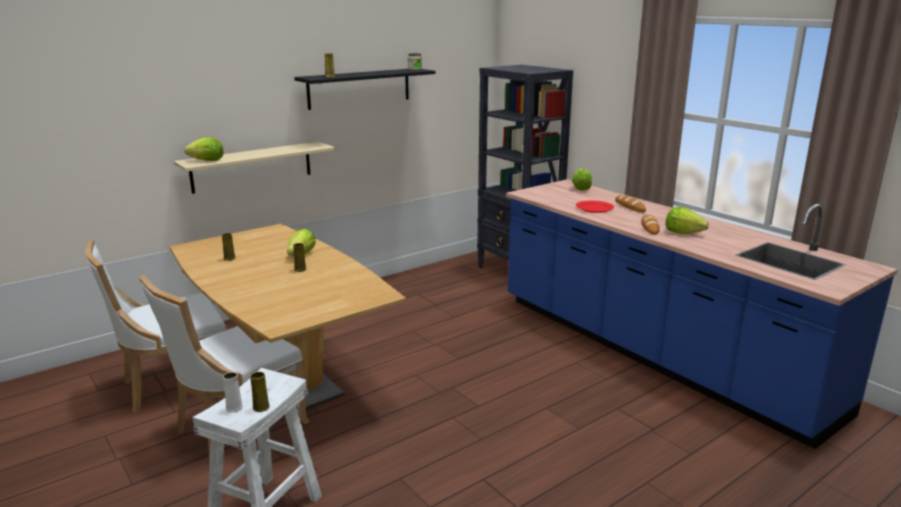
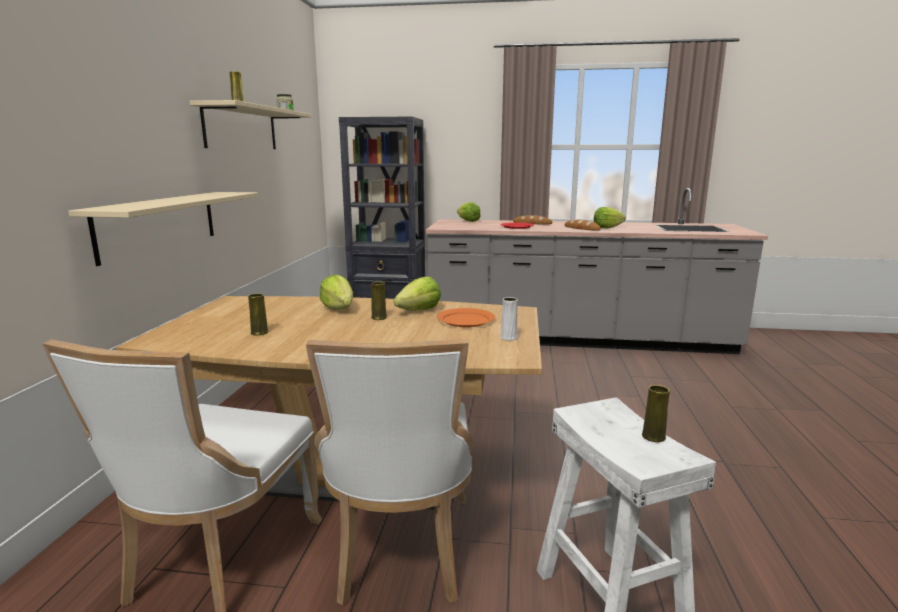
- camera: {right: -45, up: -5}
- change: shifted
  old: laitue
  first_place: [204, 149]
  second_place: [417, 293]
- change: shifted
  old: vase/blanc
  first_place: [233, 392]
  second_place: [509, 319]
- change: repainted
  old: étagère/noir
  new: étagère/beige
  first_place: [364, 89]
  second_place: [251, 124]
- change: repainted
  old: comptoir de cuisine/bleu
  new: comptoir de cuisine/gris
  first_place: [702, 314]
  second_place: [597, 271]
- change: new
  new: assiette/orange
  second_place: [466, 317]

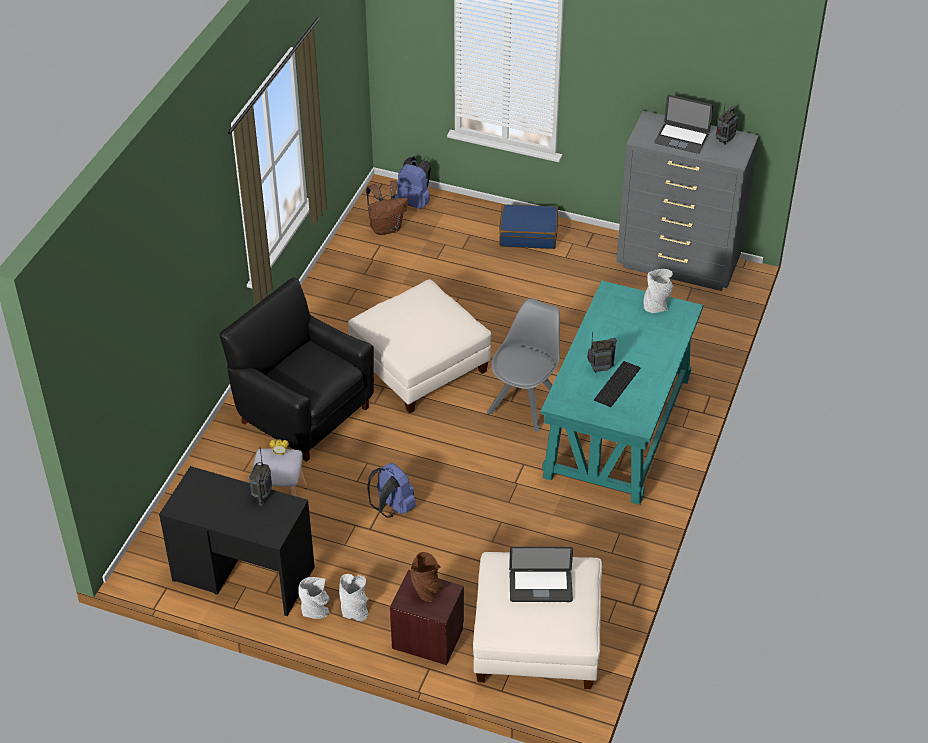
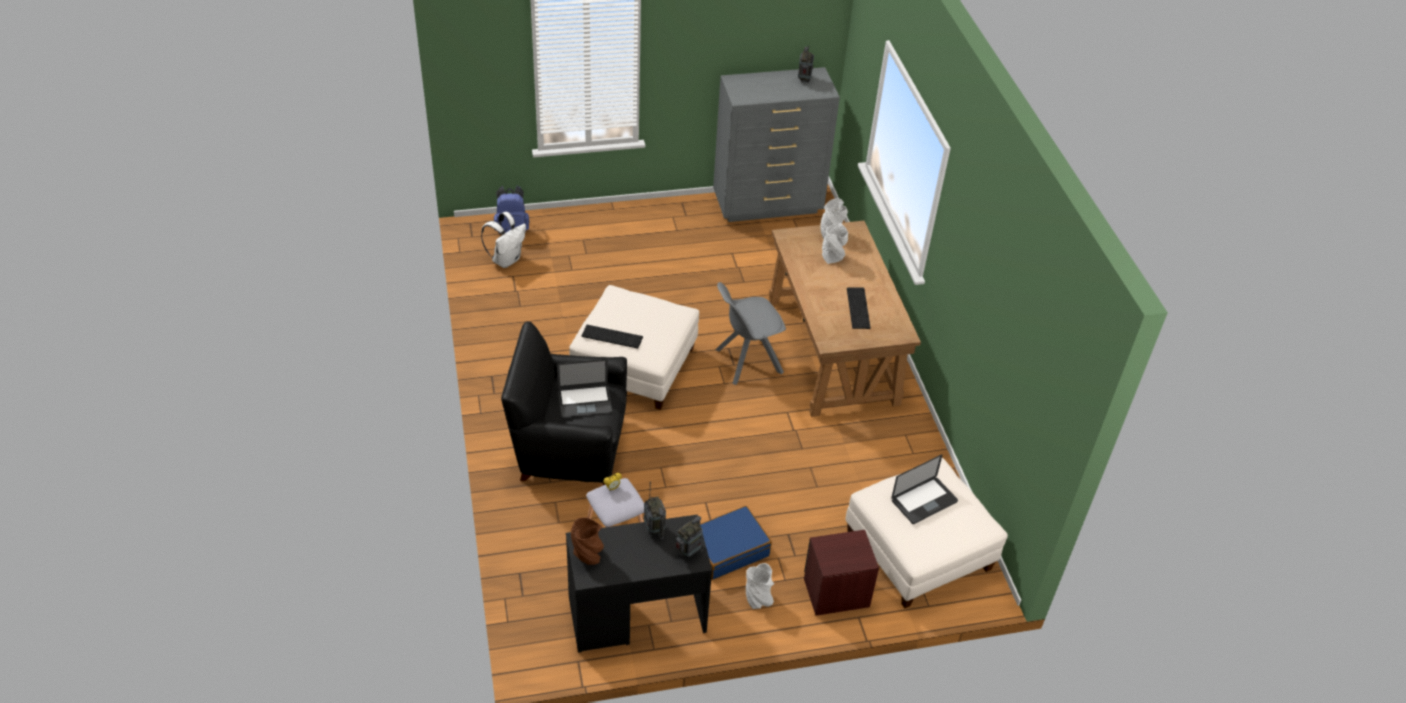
- camera: {right: -35, up: 0}
- change: shifted
  old: vase/gris
  first_place: [314, 598]
  second_place: [835, 243]
- change: repainted
  old: sac à dos/marron
  new: sac à dos/blanc
  first_place: [387, 207]
  second_place: [503, 240]
- change: gone
  old: sac à dos/bleu
  first_place: [391, 490]
- change: shifted
  old: vase/marron
  first_place: [427, 577]
  second_place: [587, 541]
- change: rotated
  old: chaise/gris
  first_place: [523, 365]
  second_place: [750, 333]
  degrees: -105
- change: shifted
  old: valise/bleu
  first_place: [528, 226]
  second_place: [736, 543]
- change: repainted
  old: bureau/turquoise
  new: bureau/marron
  first_place: [622, 393]
  second_place: [845, 319]
- change: shifted
  old: radio
  first_place: [601, 352]
  second_place: [689, 537]
- change: shifted
  old: ordinateur portable
  first_place: [683, 124]
  second_place: [584, 388]
- change: new
  new: clavier
  second_place: [612, 337]

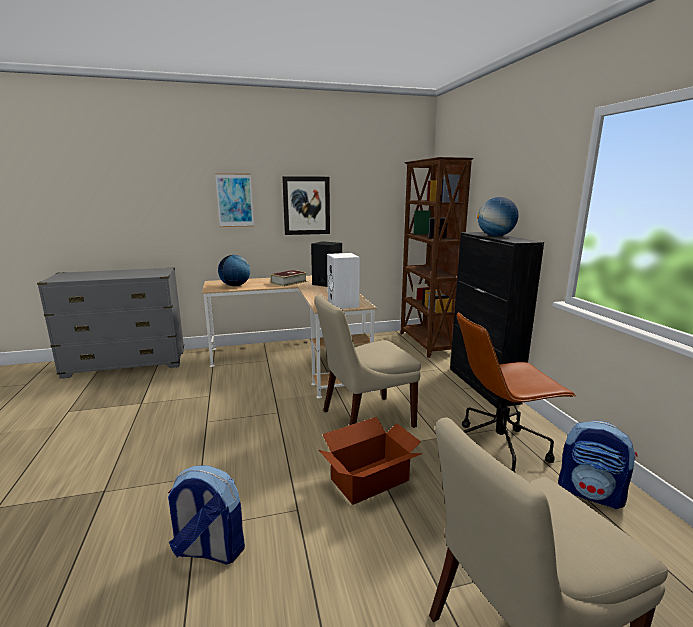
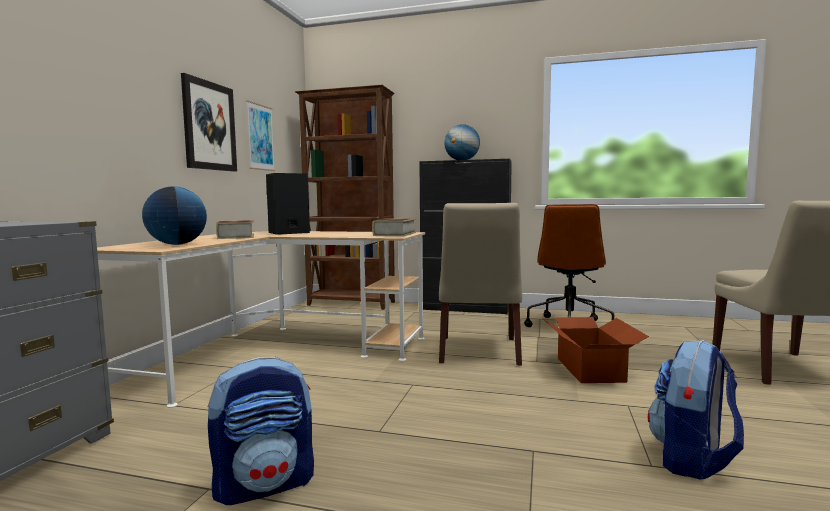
- camera: {right: -60, up: -10}
- change: shifted
  old: tableau
  first_place: [234, 200]
  second_place: [260, 136]
- change: swapped
  old: enceinte/blanc
  new: livre
  first_place: [343, 281]
  second_place: [394, 227]
- change: shifted
  old: sac à dos
  first_place: [598, 464]
  second_place: [261, 430]

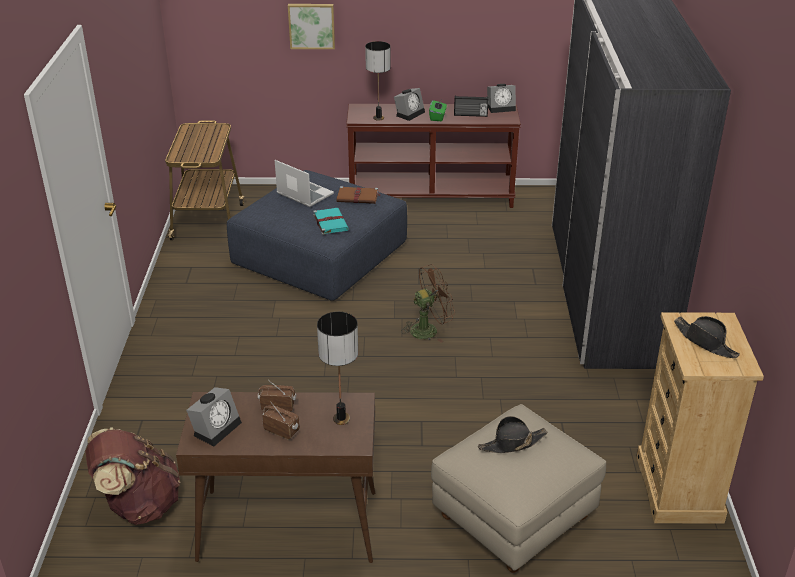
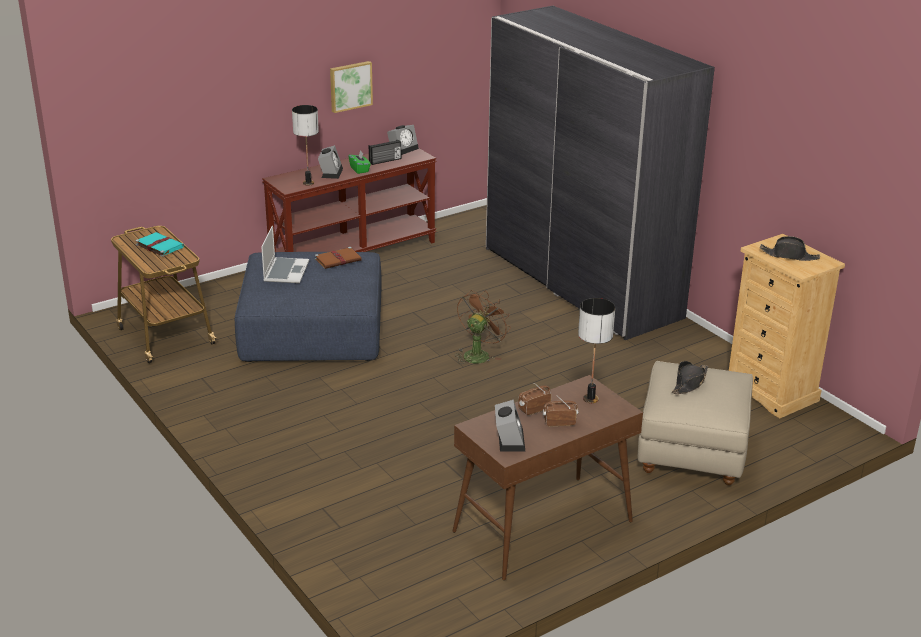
- camera: {right: -35, up: -5}
- change: gone
  old: sac à dos/marron
  first_place: [132, 476]
- change: rotated
  old: ordinateur portable
  first_place: [304, 183]
  second_place: [285, 254]
  degrees: 90
- change: shifted
  old: tableau
  first_place: [311, 26]
  second_place: [351, 87]
- change: shifted
  old: livre/turquoise
  first_place: [331, 221]
  second_place: [160, 244]

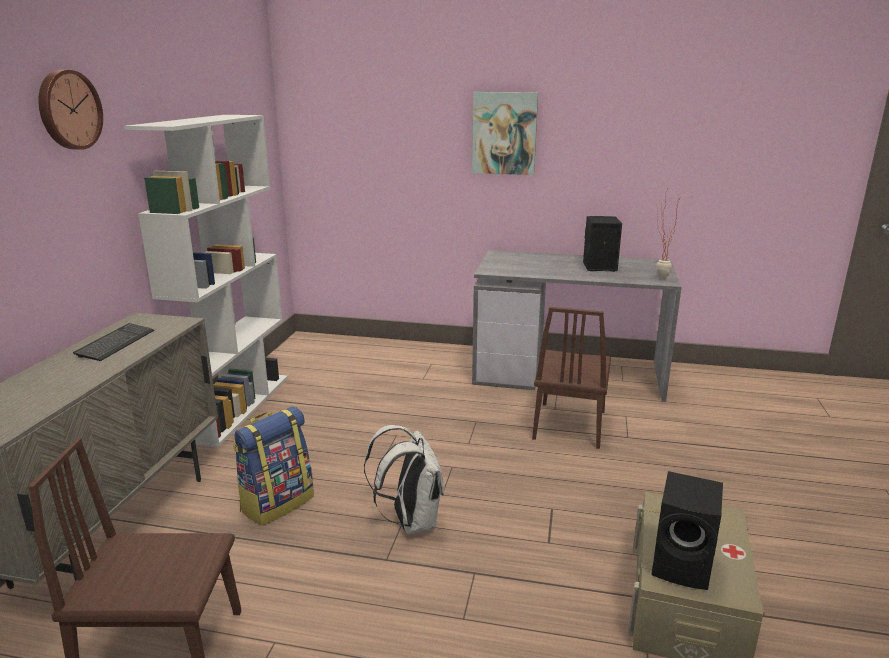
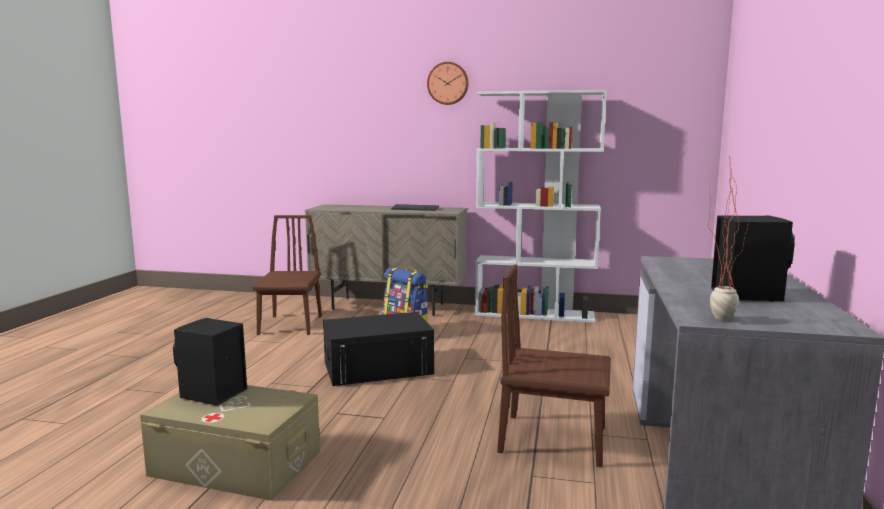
- camera: {right: 90, up: -10}
- change: swapped
  old: sac à dos/blanc
  new: boîte de rangement/noir
  first_place: [404, 479]
  second_place: [378, 349]
- change: gone
  old: tableau
  first_place: [505, 133]

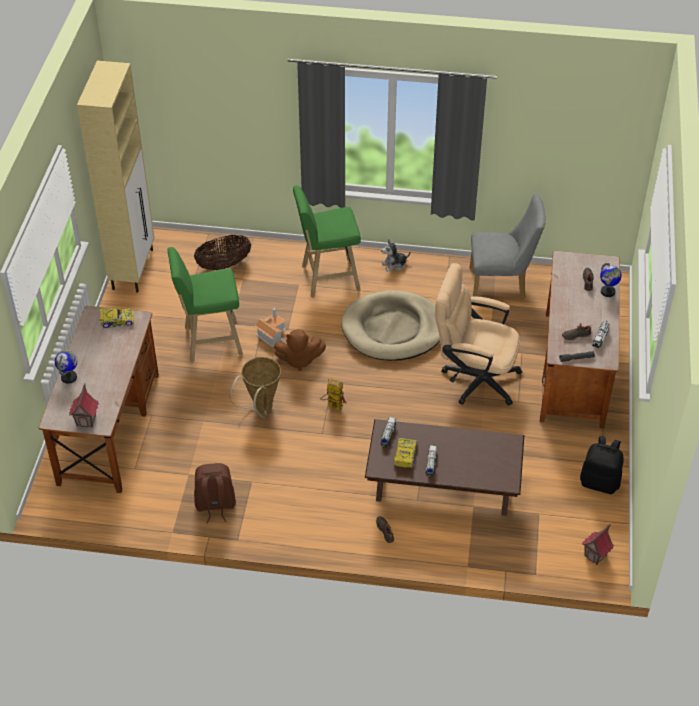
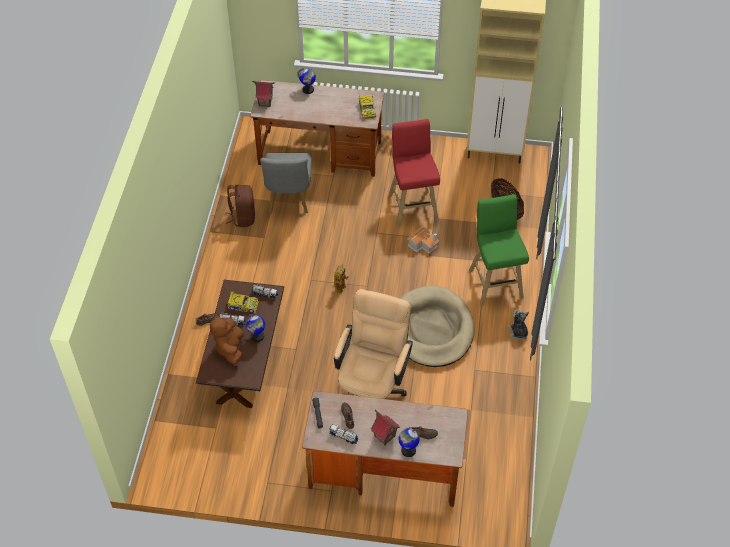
- camera: {right: 90, up: 5}
- change: repainted
  old: tabouret/vert
  new: tabouret/rouge
  first_place: [205, 304]
  second_place: [414, 173]
- change: gone
  old: panier
  first_place: [255, 387]
- change: shifted
  old: peluche/marron
  first_place: [300, 350]
  second_place: [227, 339]
- change: shifted
  old: chaise/gris
  first_place: [508, 246]
  second_place: [285, 183]
- change: gone
  old: sac à dos/noir
  first_place: [602, 465]
- change: shifted
  old: maison miniature
  first_place: [598, 544]
  second_place: [385, 427]
- change: new
  new: globe
  second_place: [255, 328]

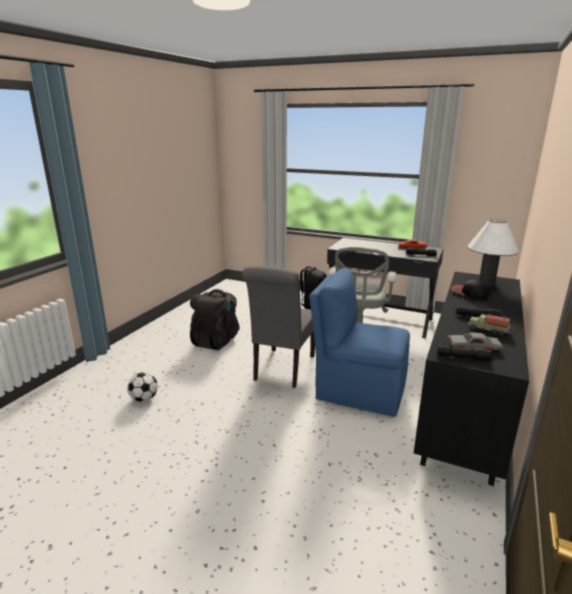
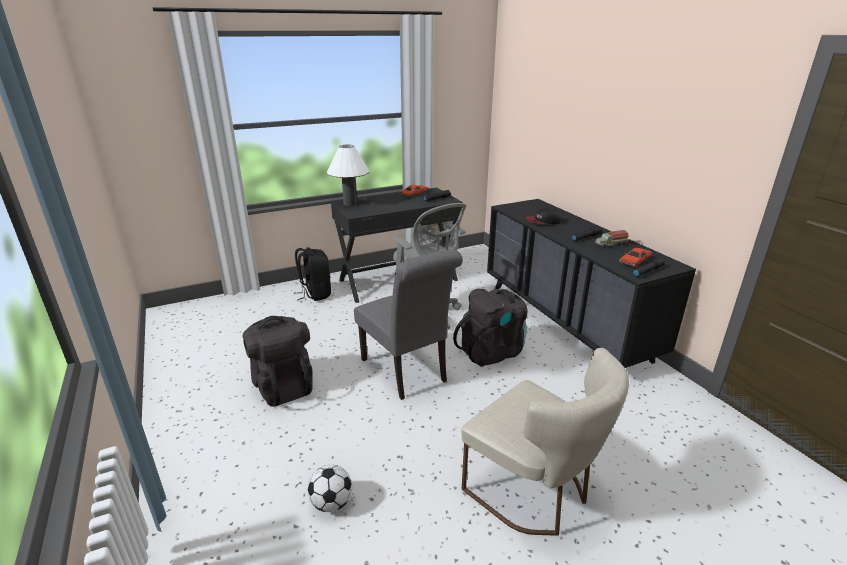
- camera: {right: -50, up: 5}
- change: swapped
  old: chaise/bleu
  new: sac à dos/noir
  first_place: [359, 342]
  second_place: [490, 328]
- change: repainted
  old: petite voiture/gris
  new: petite voiture/rouge
  first_place: [475, 342]
  second_place: [635, 258]
- change: shifted
  old: lampe de table/blanc
  first_place: [493, 252]
  second_place: [348, 175]
- change: new
  new: chaise/beige
  second_place: [545, 442]

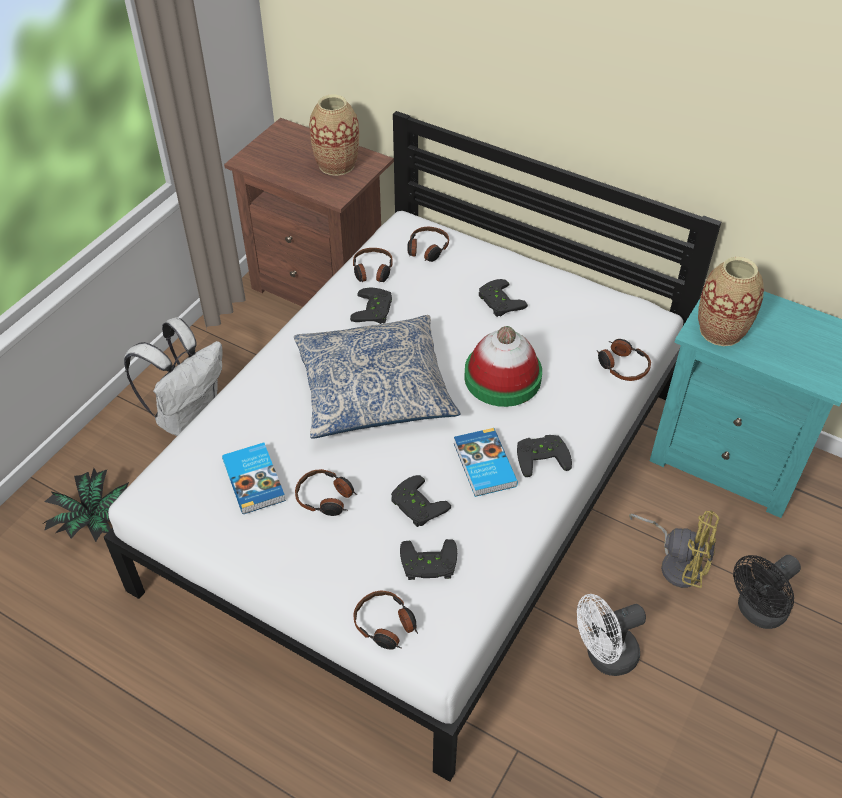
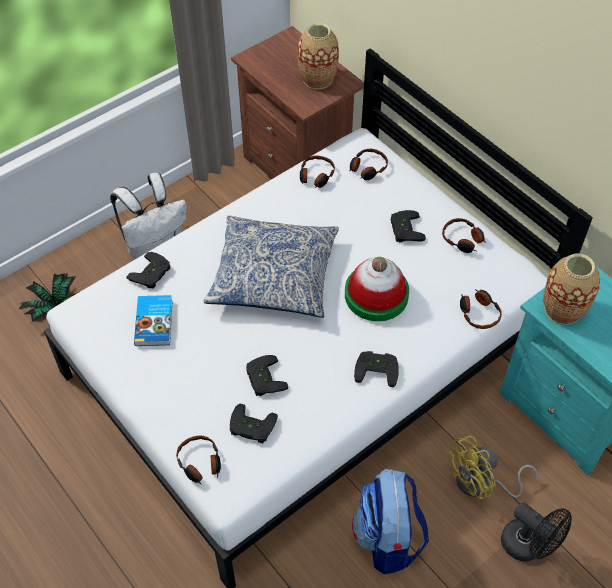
- camera: {right: 20, up: 5}
- change: shifted
  old: casque audio
  first_place: [326, 492]
  second_place: [464, 235]
- change: shifted
  old: manette/noir
  first_place: [371, 306]
  second_place: [148, 270]
- change: gone
  old: livre
  first_place: [486, 462]
- change: swapped
  old: ventilateur/blanc
  new: sac à dos
  first_place: [611, 635]
  second_place: [390, 521]
- change: rotated
  old: ventilateur/jaune
  first_place: [674, 549]
  second_place: [491, 467]
  degrees: 105
- change: rotated
  old: ventilateur/noir
  first_place: [767, 592]
  second_place: [536, 532]
  degrees: -120

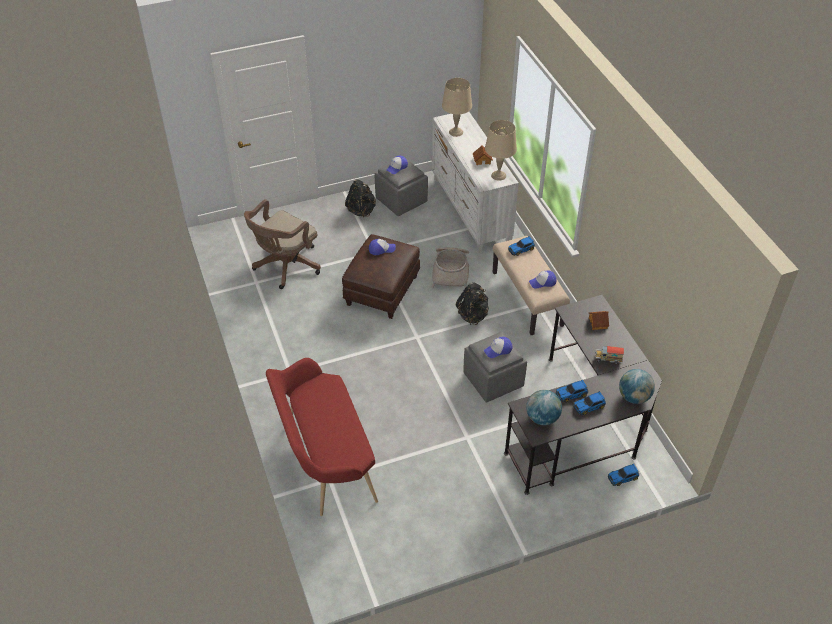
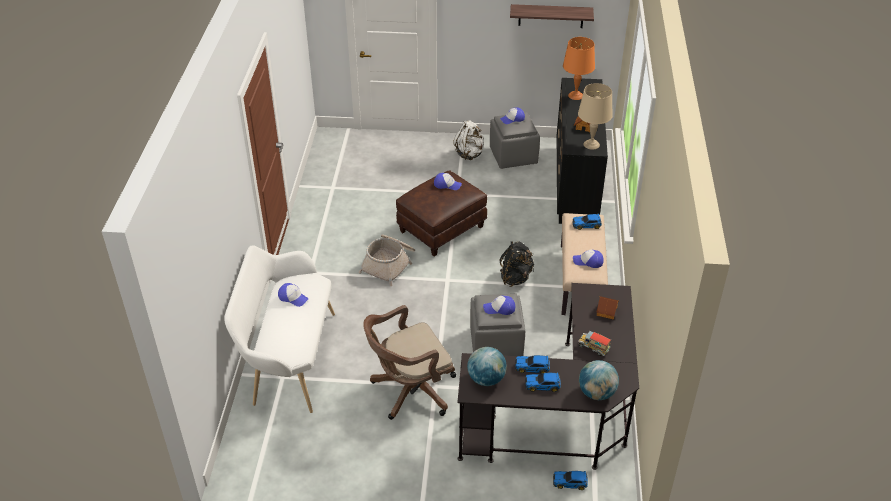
- camera: {right: 25, up: -5}
- change: shifted
  old: chaise de bureau/marron
  first_place: [282, 244]
  second_place: [409, 362]
- change: repainted
  old: banc/rouge
  new: banc/blanc
  first_place: [322, 437]
  second_place: [279, 329]
- change: repainted
  old: sac à dos/noir
  new: sac à dos/blanc
  first_place: [360, 198]
  second_place: [468, 140]
- change: repainted
  old: commode/blanc
  new: commode/noir
  first_place: [475, 182]
  second_place: [582, 151]
- change: shifted
  old: panier
  first_place: [450, 268]
  second_place: [387, 260]
- change: repainted
  old: lampe de table/beige
  new: lampe de table/orange
  first_place: [457, 107]
  second_place: [579, 68]
- change: new
  new: casquette
  second_place: [293, 295]
- change: new
  new: étagère
  second_place: [552, 16]

